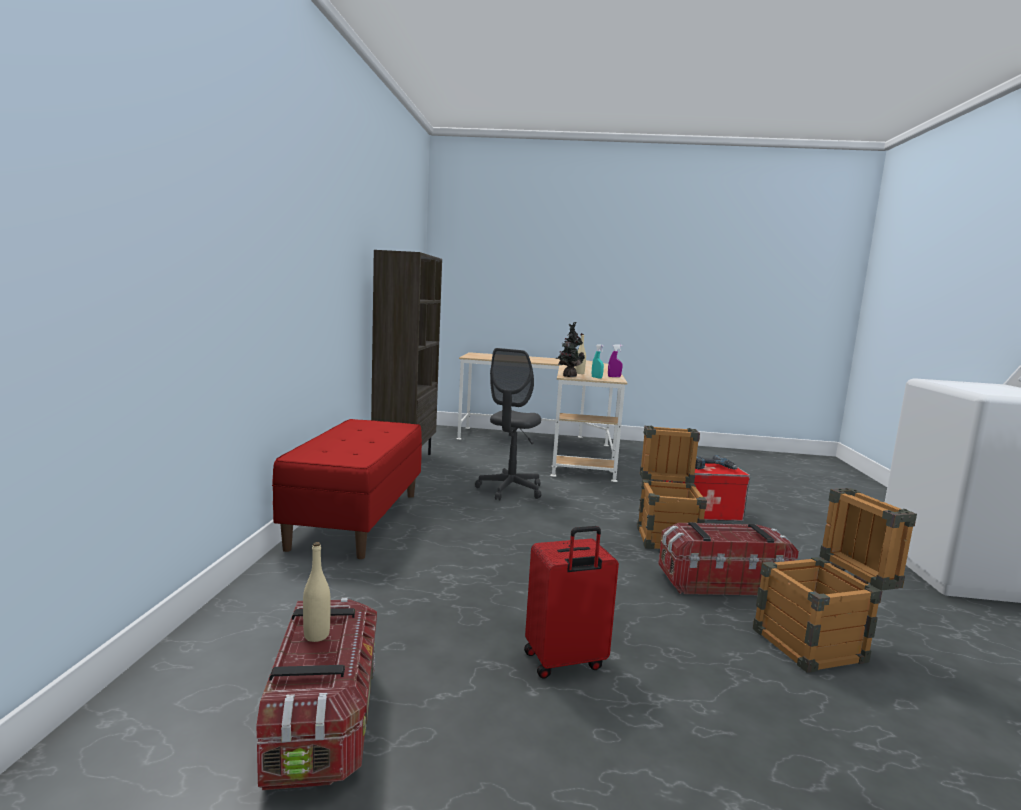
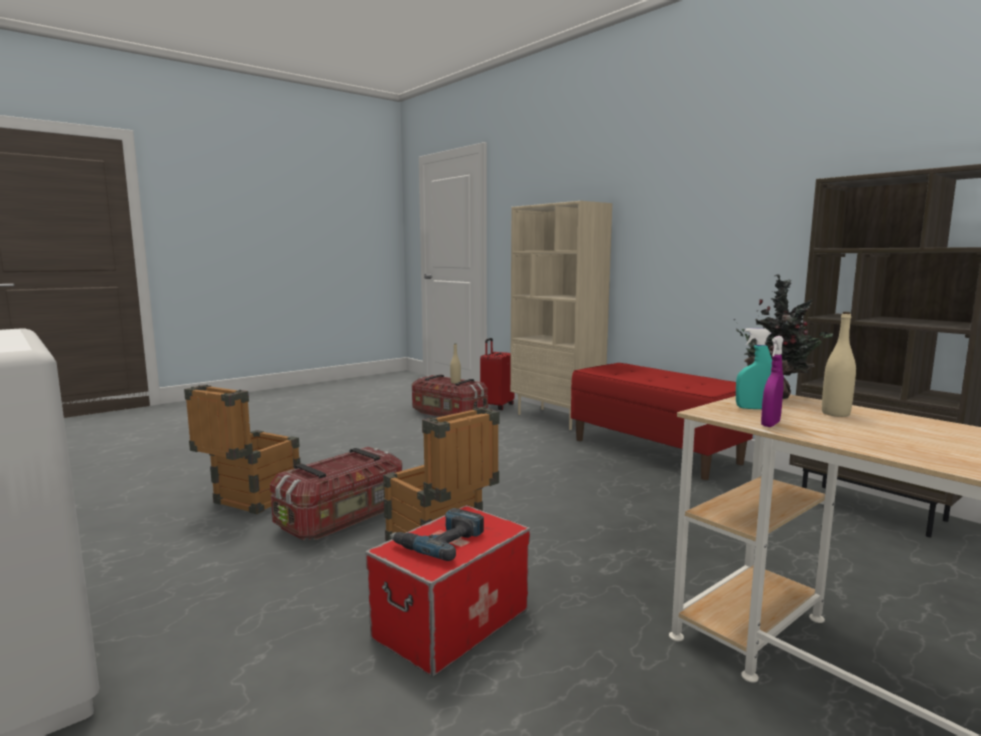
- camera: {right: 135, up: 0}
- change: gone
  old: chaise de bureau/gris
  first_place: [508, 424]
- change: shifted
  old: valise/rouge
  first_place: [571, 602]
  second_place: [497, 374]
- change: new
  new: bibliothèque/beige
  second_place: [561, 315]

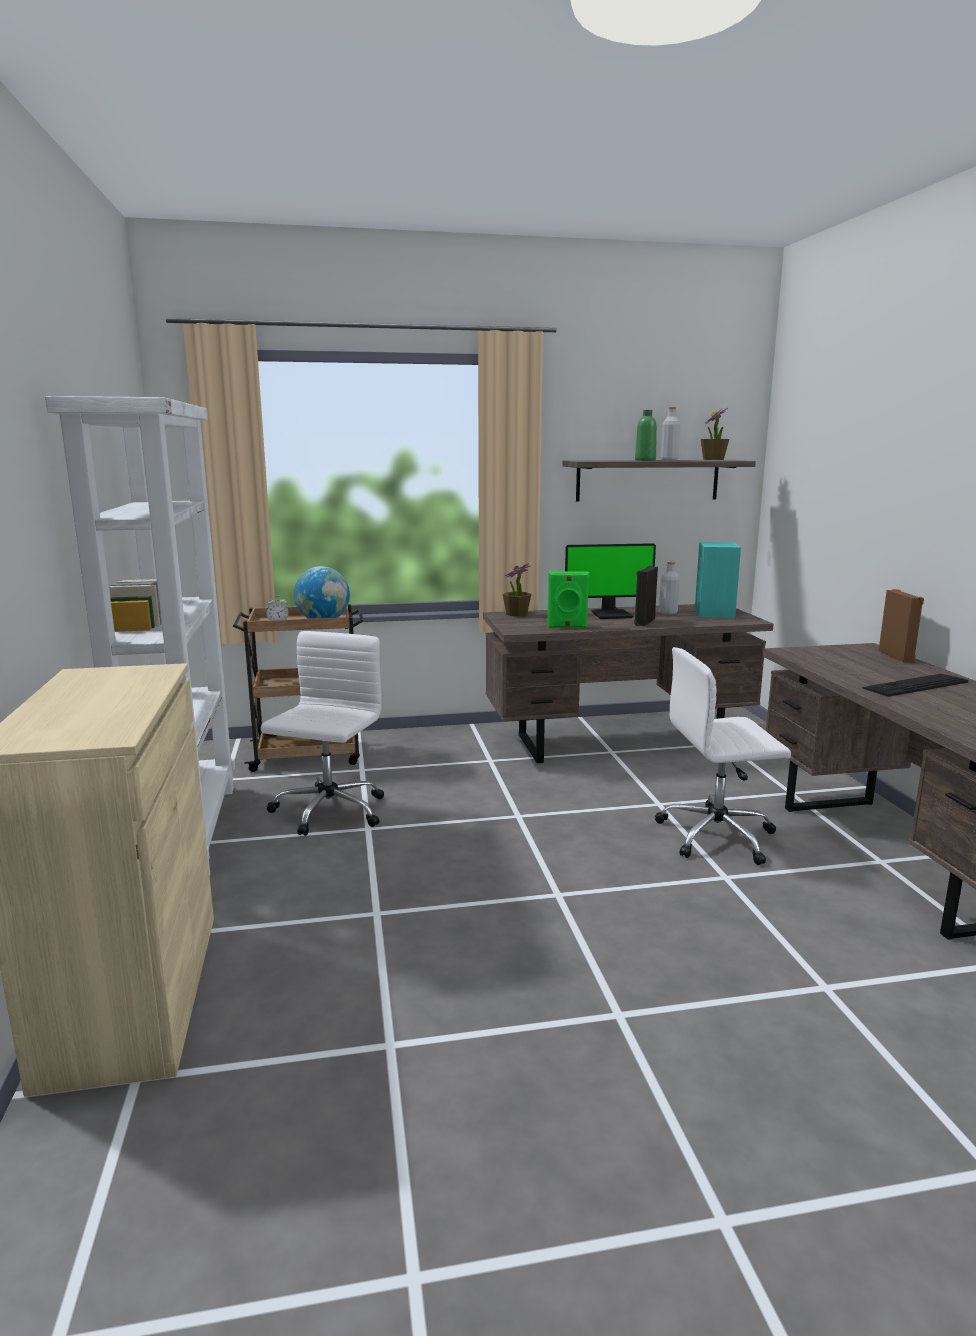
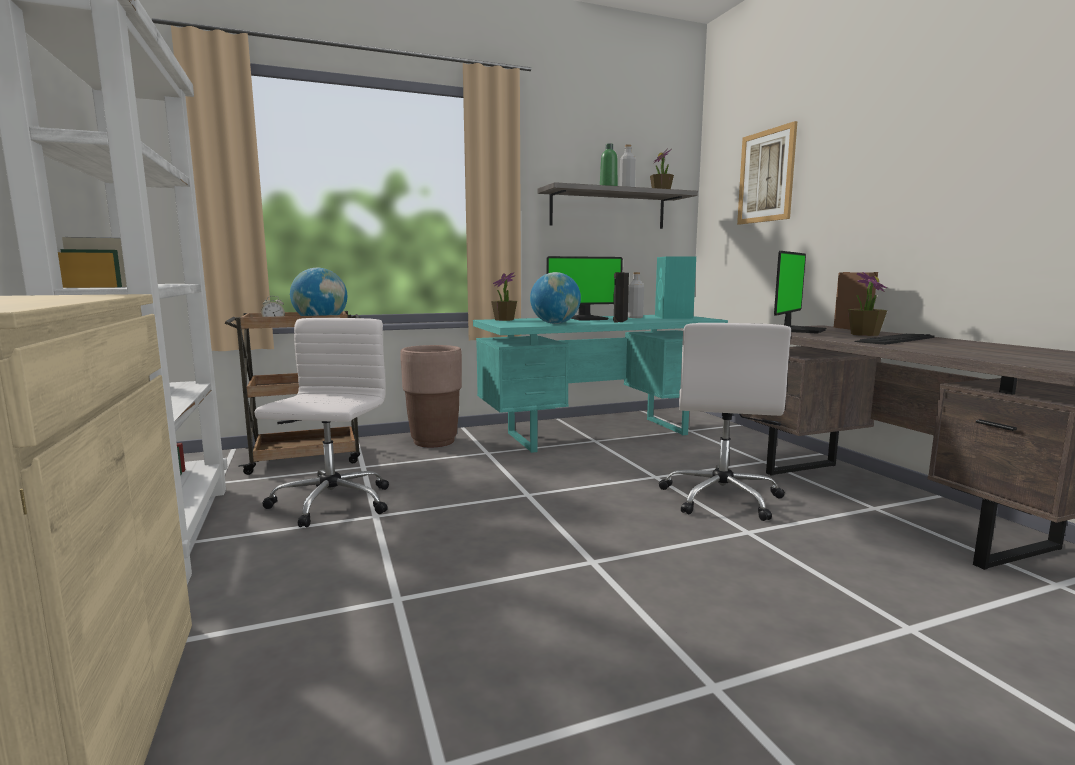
- camera: {right: -10, up: -5}
- change: repainted
  old: bureau/marron
  new: bureau/turquoise
  first_place: [628, 683]
  second_place: [600, 384]
- change: swapped
  old: enceinte/vert
  new: globe
  first_place: [568, 599]
  second_place: [555, 298]
- change: rotated
  old: chaise de bureau/blanc
  first_place: [723, 756]
  second_place: [725, 422]
  degrees: -60
- change: new
  new: cache-pot/marron
  second_place: [431, 396]
- change: new
  new: tableau
  second_place: [767, 173]
- change: new
  new: écran d'ordinateur
  second_place: [800, 292]
- change: new
  new: plante en pot
  second_place: [867, 304]

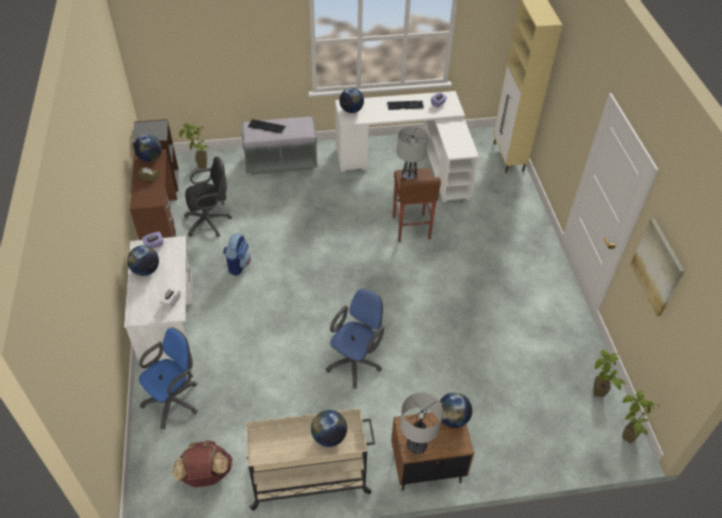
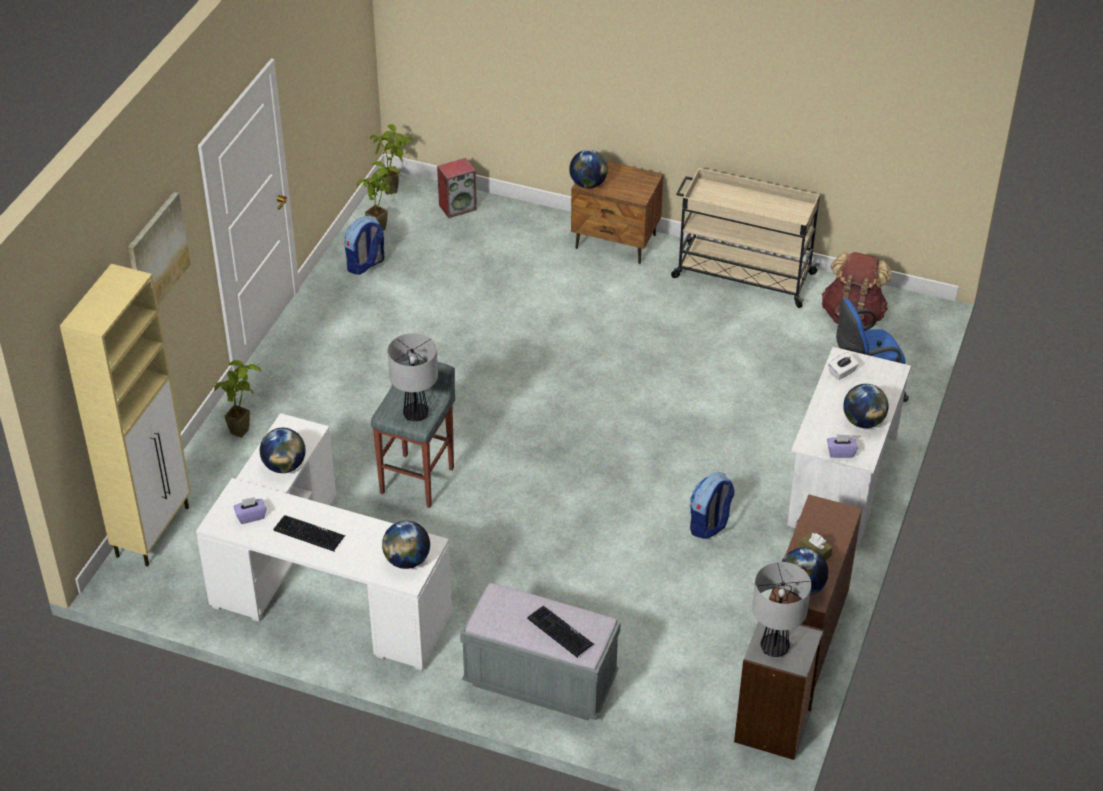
- camera: {right: -150, up: -5}
- change: shifted
  old: plante en pot
  first_place: [193, 145]
  second_place: [238, 399]
- change: gone
  old: chaise de bureau/noir
  first_place: [208, 197]
- change: shifted
  old: globe
  first_place: [329, 428]
  second_place: [283, 450]
- change: gone
  old: chaise de bureau/bleu
  first_place: [355, 338]
- change: repainted
  old: tabouret/marron
  new: tabouret/gris
  first_place: [417, 205]
  second_place: [413, 434]
- change: shifted
  old: lampe de table
  first_place: [421, 423]
  second_place: [781, 609]
- change: shifted
  old: tableau
  first_place: [657, 267]
  second_place: [159, 248]
- change: new
  new: sac à dos
  second_place: [365, 245]
- change: new
  new: enceinte
  second_place: [457, 188]

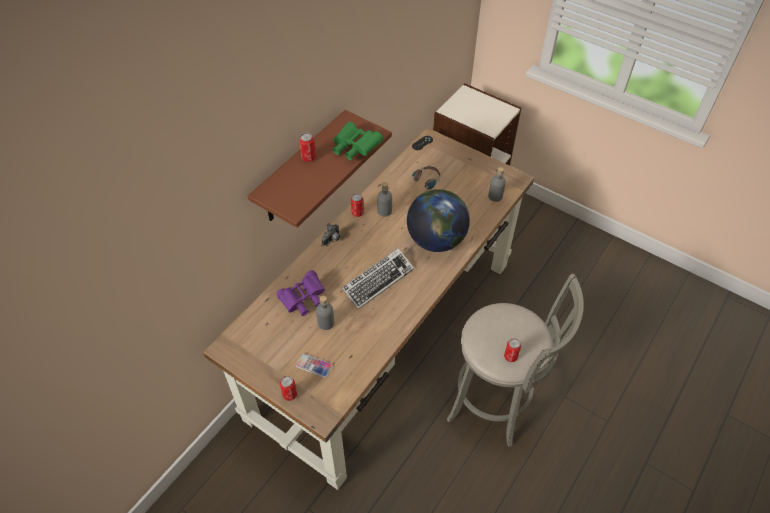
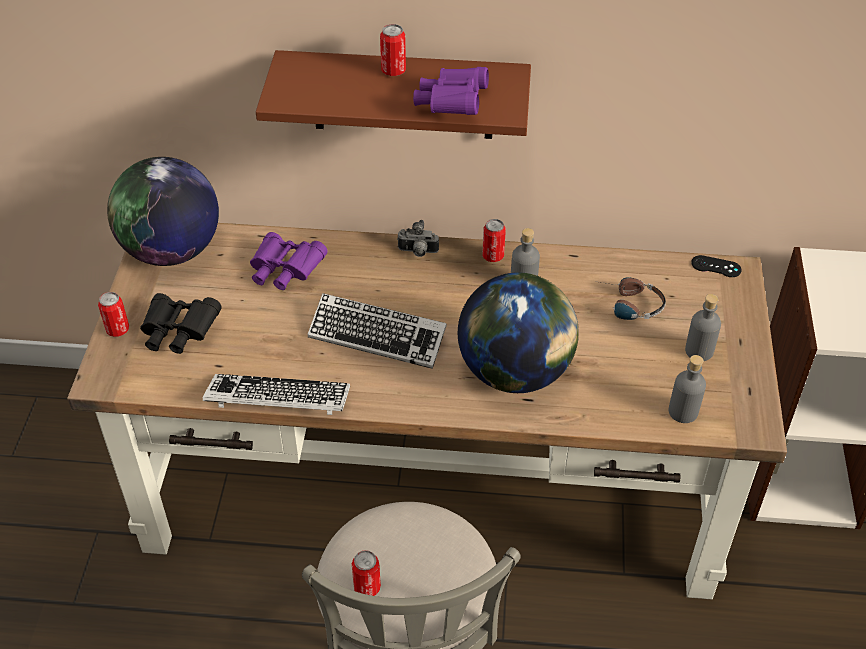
- camera: {right: 60, up: -5}
- change: swapped
  old: téléphone
  new: jumelles/noir
  first_place: [314, 365]
  second_place: [181, 323]
- change: shifted
  old: bouteille/gris
  first_place: [325, 313]
  second_place: [703, 327]
- change: repainted
  old: jumelles/vert
  new: jumelles/violet
  first_place: [357, 141]
  second_place: [451, 91]
- change: new
  new: globe
  second_place: [163, 211]
- change: new
  new: clavier
  second_place: [276, 394]

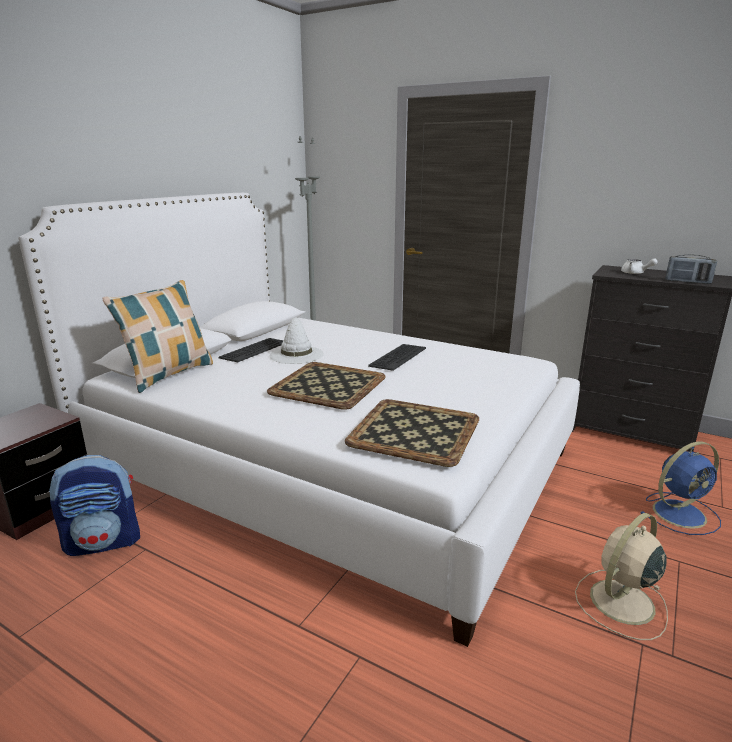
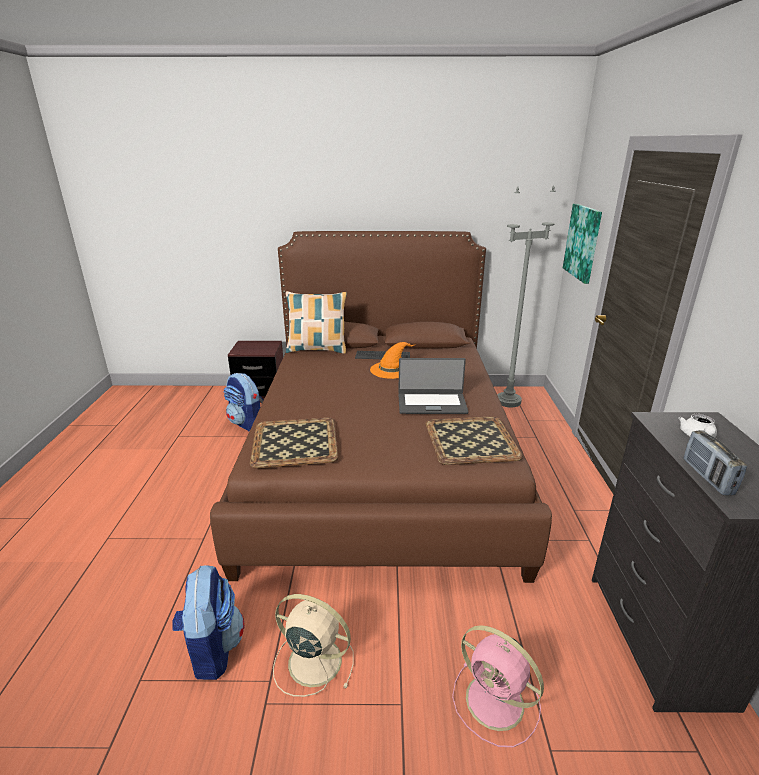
- camera: {right: 60, up: 5}
- change: repainted
  old: lit/blanc
  new: lit/marron
  first_place: [299, 420]
  second_place: [381, 407]
- change: shifted
  old: plateau
  first_place: [326, 386]
  second_place: [474, 440]
- change: repainted
  old: chapeau/blanc
  new: chapeau/orange
  first_place: [297, 340]
  second_place: [392, 360]
- change: swapped
  old: clavier
  new: ordinateur portable
  first_place: [397, 357]
  second_place: [433, 386]
- change: repainted
  old: ventilateur/bleu
  new: ventilateur/rose
  first_place: [681, 488]
  second_place: [498, 686]
- change: new
  new: sac à dos
  second_place: [208, 622]
- change: new
  new: tableau
  second_place: [582, 244]

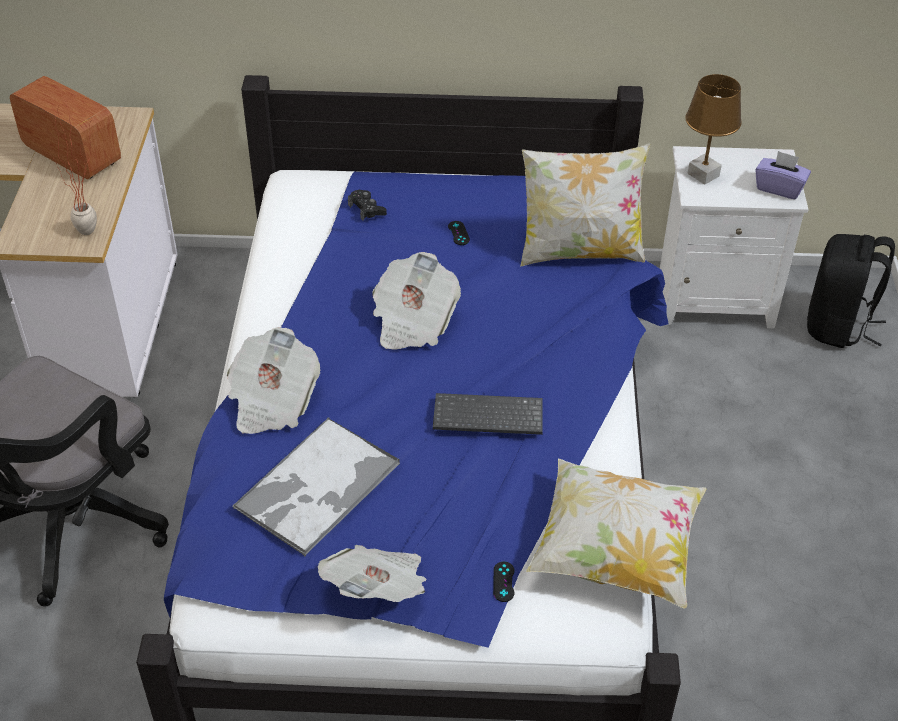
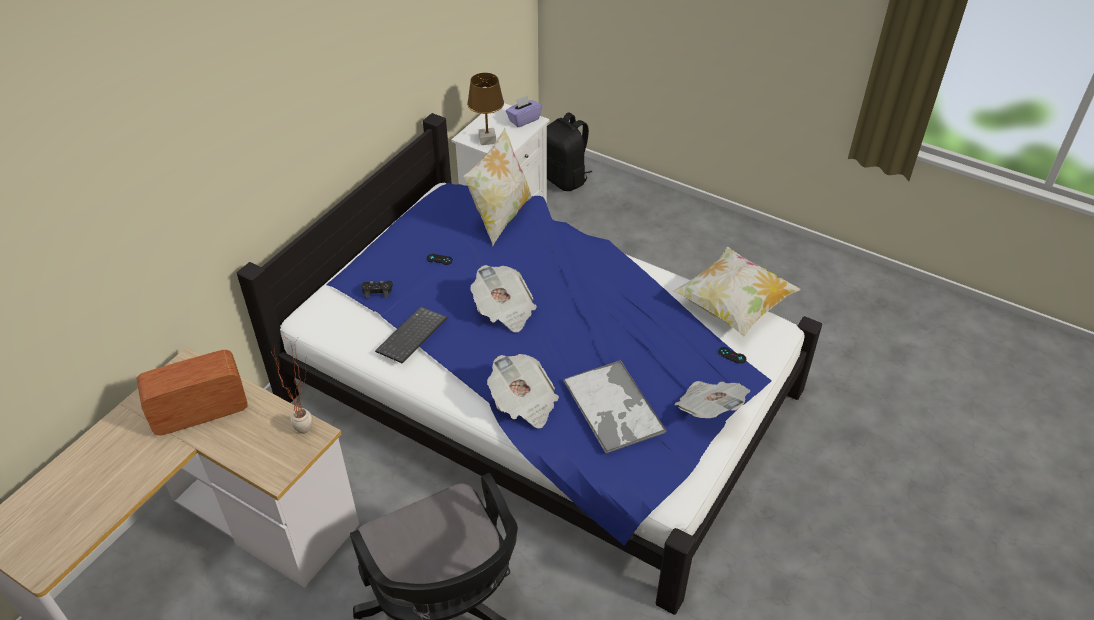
- camera: {right: -60, up: 0}
- change: shifted
  old: clavier
  first_place: [488, 414]
  second_place: [411, 335]

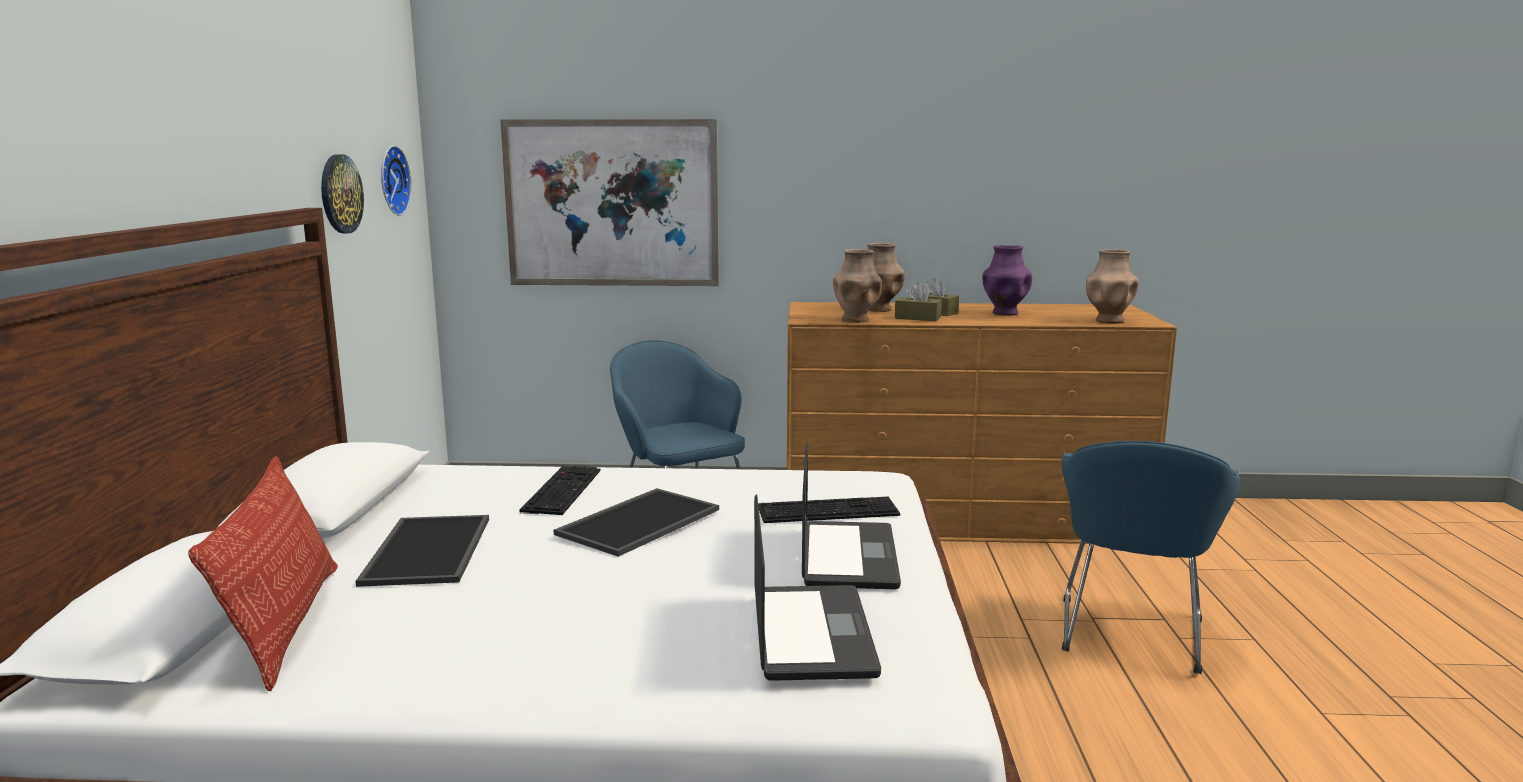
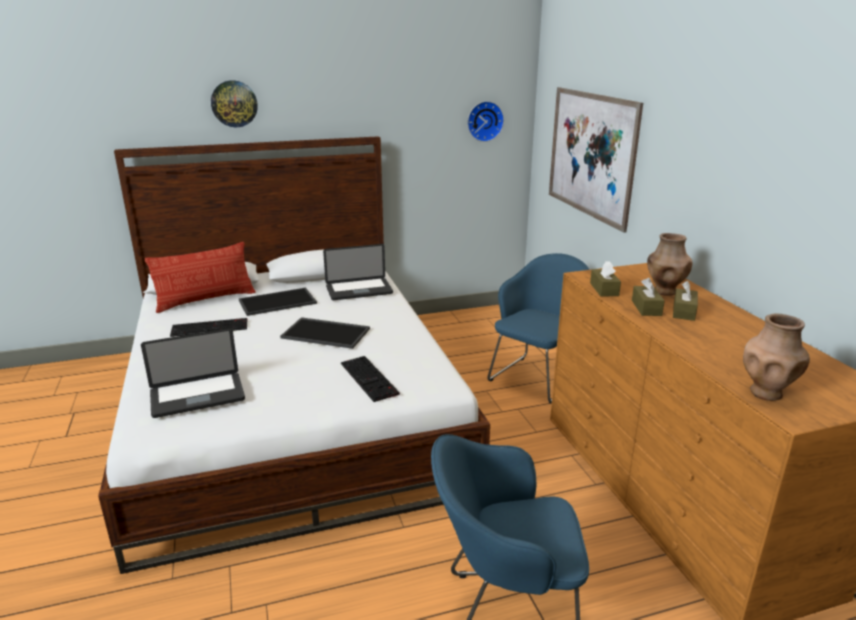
- camera: {right: 70, up: 10}
- change: shifted
  old: horloge murale
  first_place: [342, 193]
  second_place: [234, 103]
- change: shifted
  old: clavier
  first_place: [560, 490]
  second_place: [208, 327]
- change: shifted
  old: ordinateur portable
  first_place: [851, 515]
  second_place: [358, 272]
- change: swapped
  old: vase/marron
  new: boîte à mouchoirs/marron
  first_place: [857, 286]
  second_place: [605, 279]
- change: gone
  old: vase/violet
  first_place: [1007, 280]

